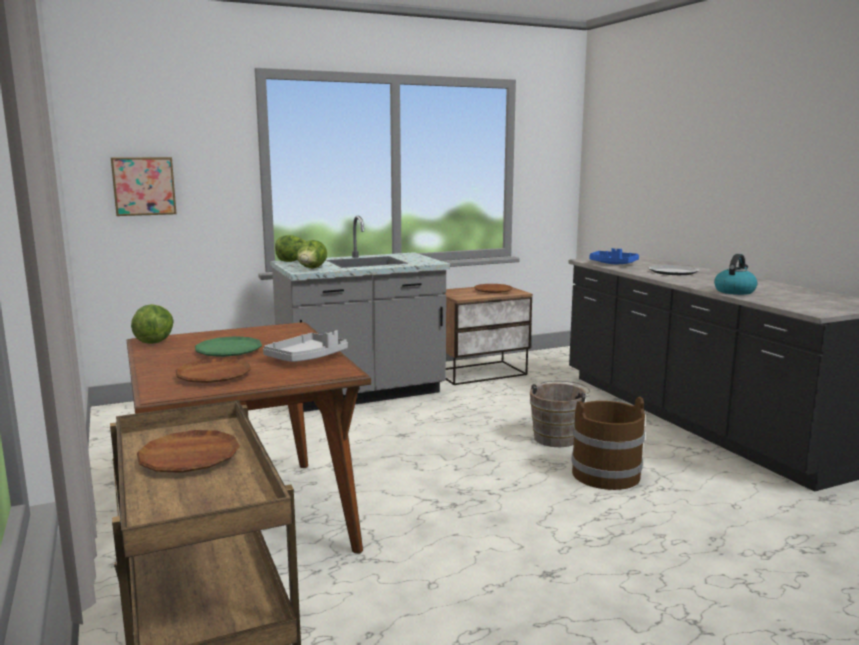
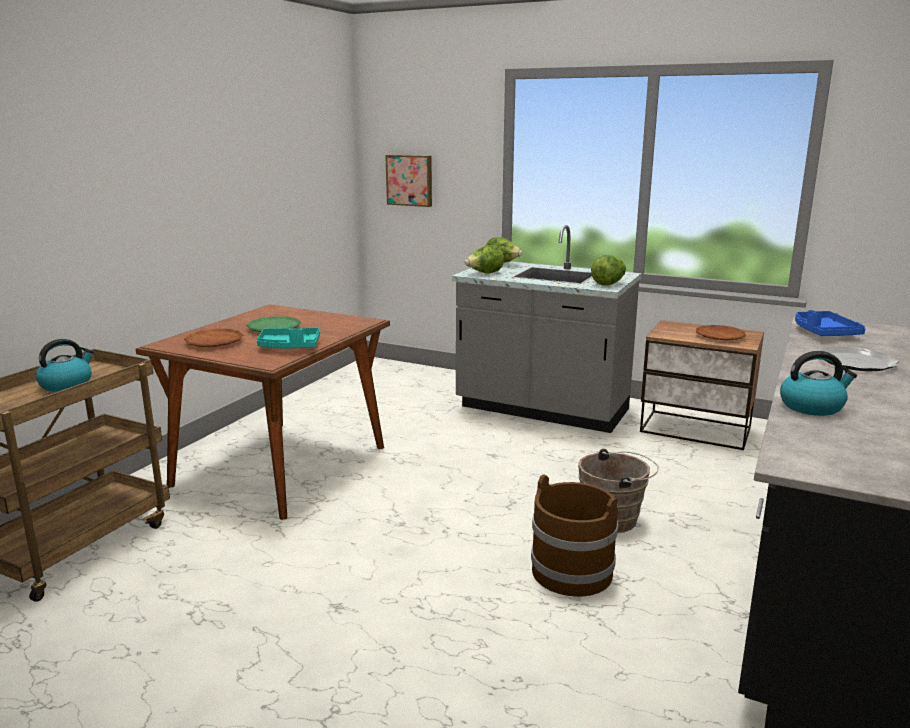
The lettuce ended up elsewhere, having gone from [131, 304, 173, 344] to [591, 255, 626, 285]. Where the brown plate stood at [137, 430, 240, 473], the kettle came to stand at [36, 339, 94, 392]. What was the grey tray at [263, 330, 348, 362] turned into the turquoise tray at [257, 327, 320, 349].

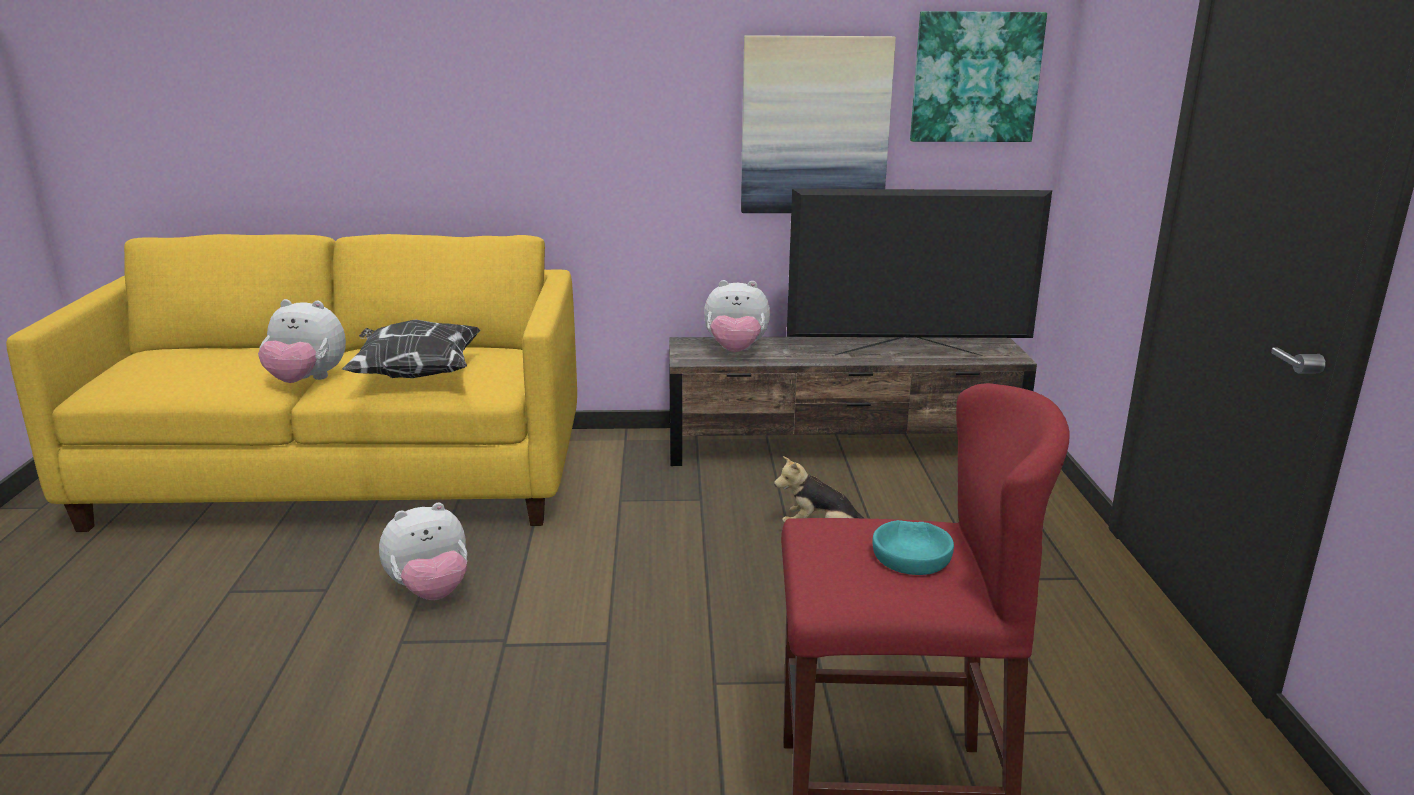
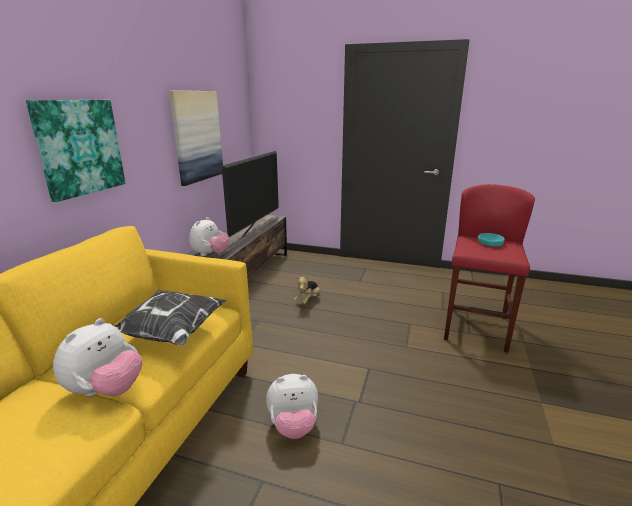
The picture ended up elsewhere, having gone from [910, 11, 1047, 142] to [26, 100, 126, 202]. The plush toy at [379, 503, 467, 600] ended up facing another way, 90 degrees clockwise from before.

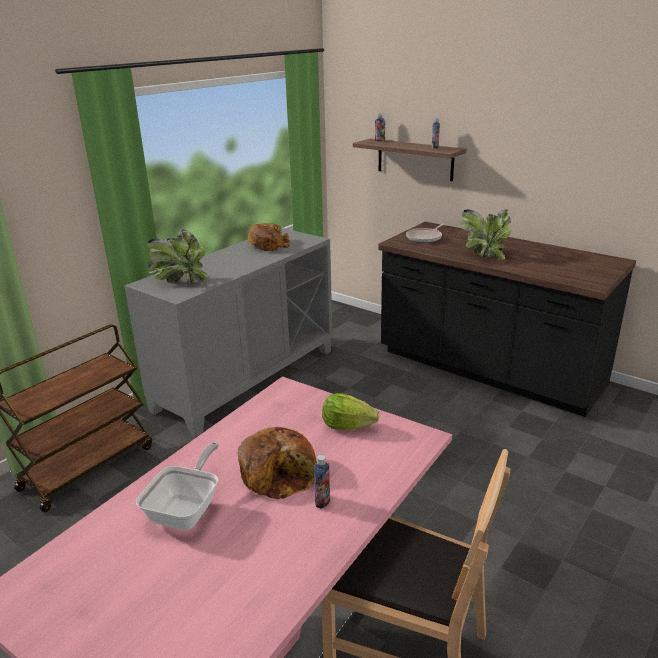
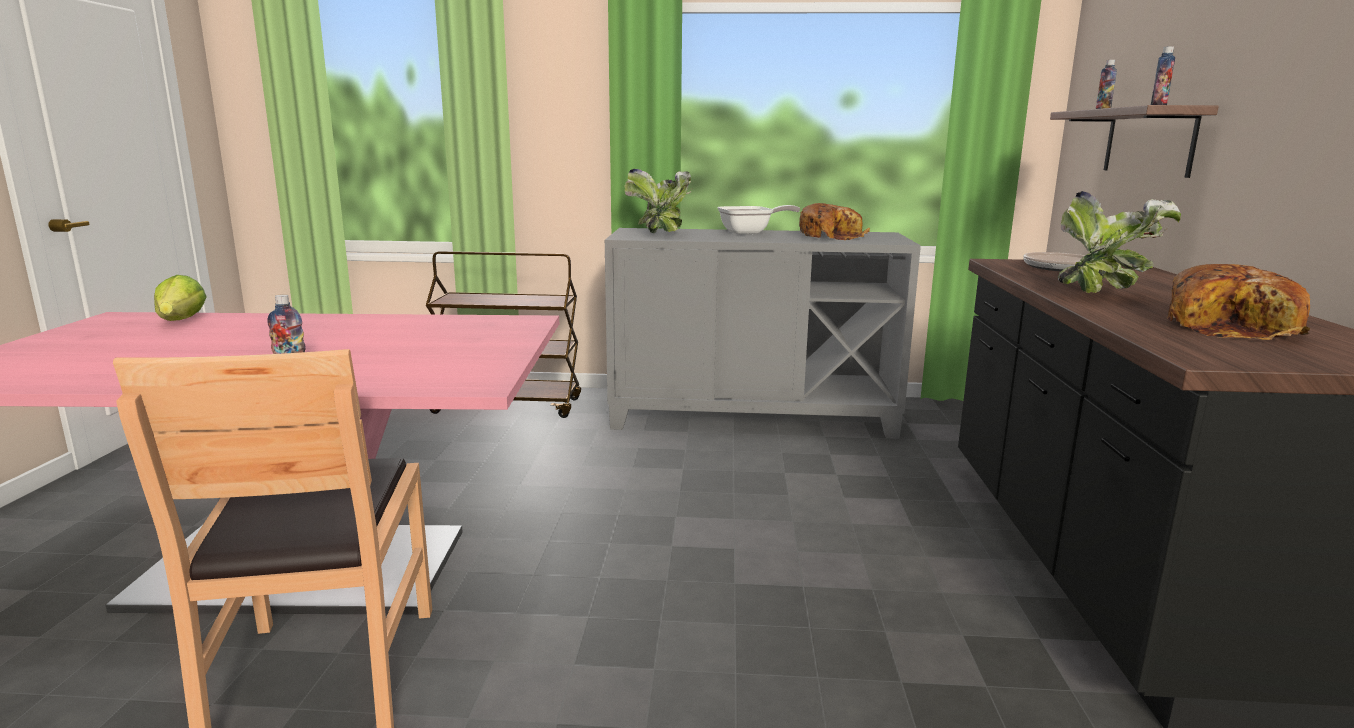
The frying pan ended up elsewhere, having gone from [136, 442, 219, 530] to [717, 205, 800, 234]. The bread ended up elsewhere, having gone from [237, 427, 316, 500] to [1167, 264, 1310, 340]. The lettuce ended up elsewhere, having gone from [322, 393, 379, 430] to [154, 275, 207, 321].

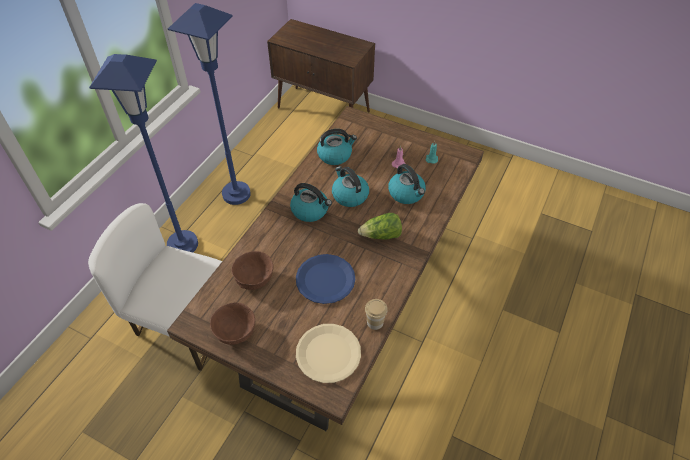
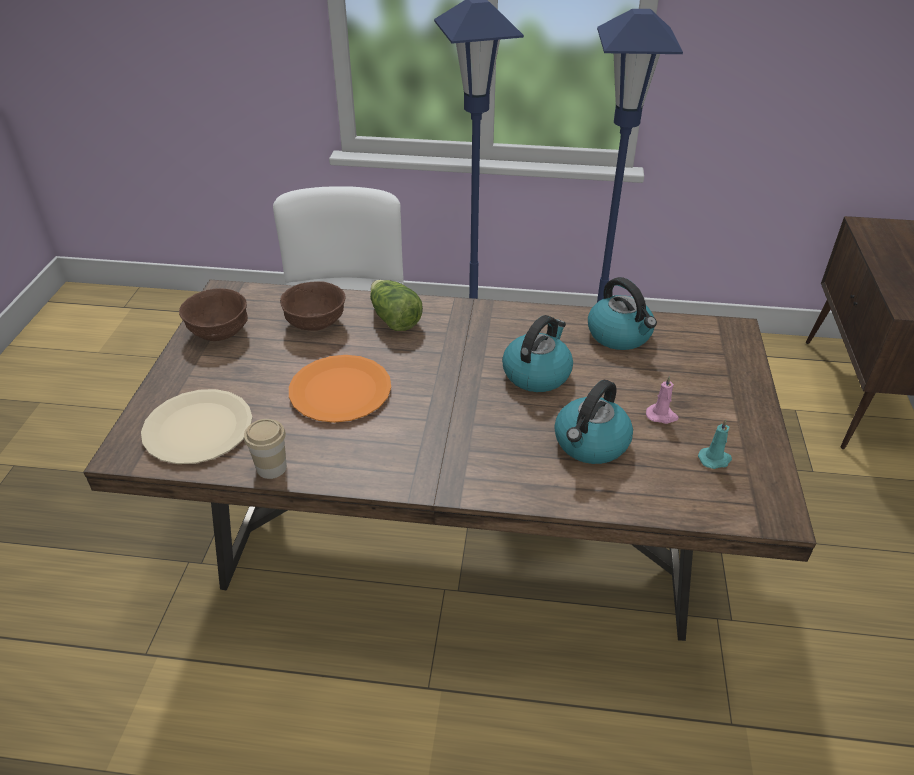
The second view lost the kettle at [290, 183, 332, 222]. The lettuce ended up elsewhere, having gone from [358, 213, 402, 240] to [370, 280, 423, 331]. What was the blue plate at [296, 254, 355, 304] turned into the orange plate at [289, 355, 391, 423].

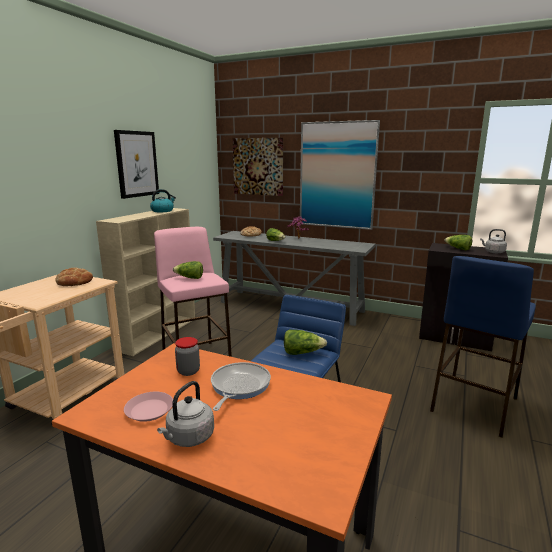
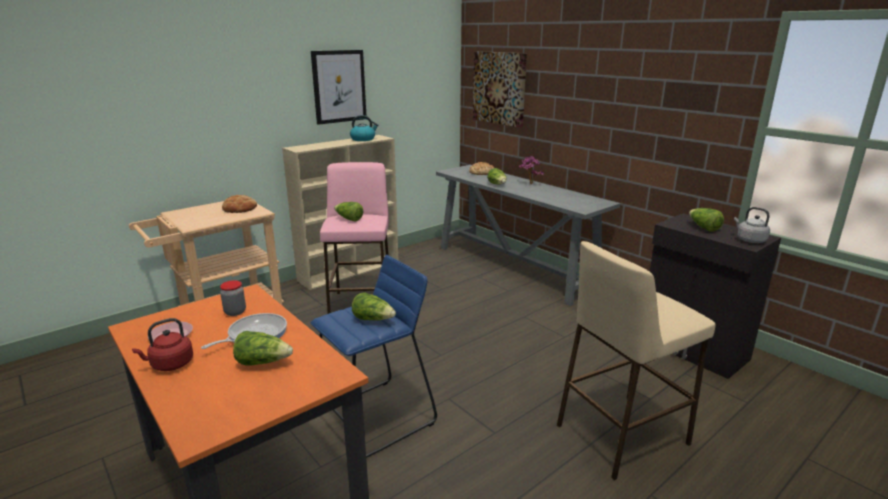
The second view lost the picture at [300, 120, 380, 230]. The second view gained the lettuce at [233, 331, 293, 366]. What was the grey kettle at [157, 381, 214, 447] turned into the red kettle at [132, 318, 193, 371]. What was the blue stool at [430, 256, 536, 438] turned into the beige stool at [557, 241, 716, 480].

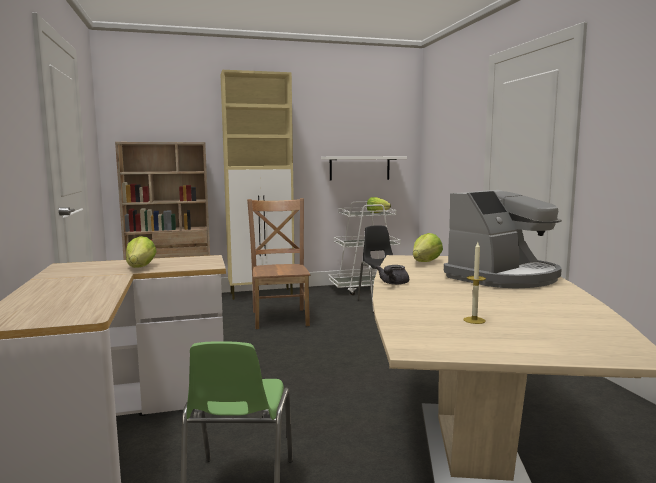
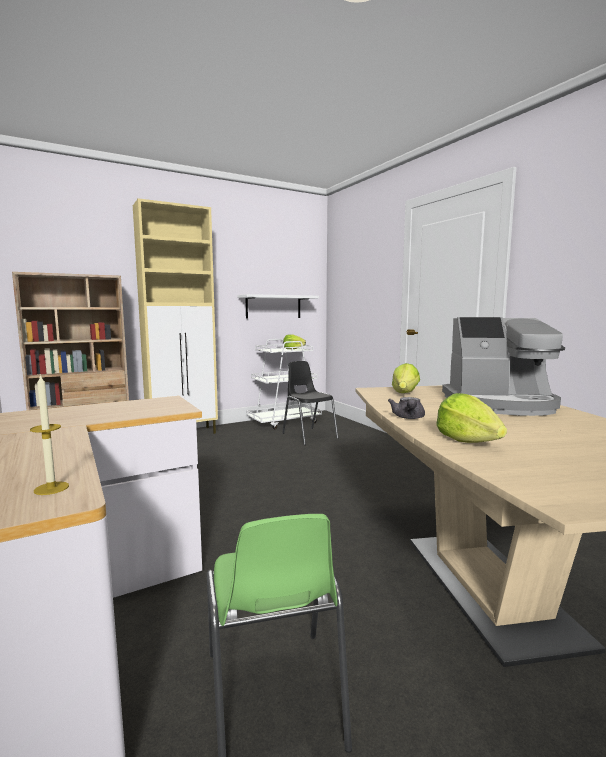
The second view lost the brown chair at [247, 198, 310, 329]. The lettuce ended up elsewhere, having gone from [126, 236, 157, 268] to [437, 393, 507, 443]. The candle ended up elsewhere, having gone from [463, 242, 486, 324] to [30, 374, 69, 495]. The coffee machine at [444, 190, 562, 289] ended up facing another way, 60 degrees clockwise from before.

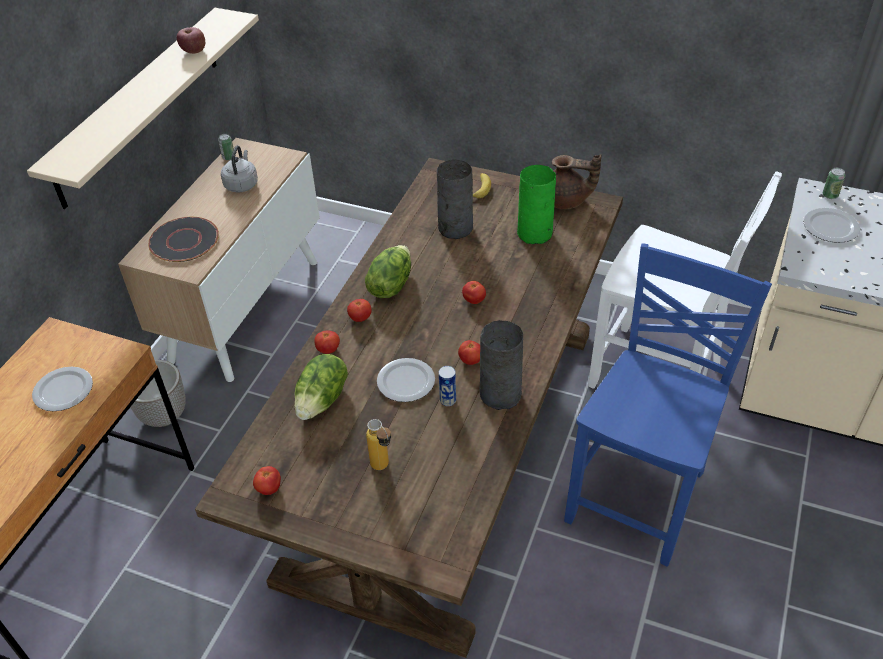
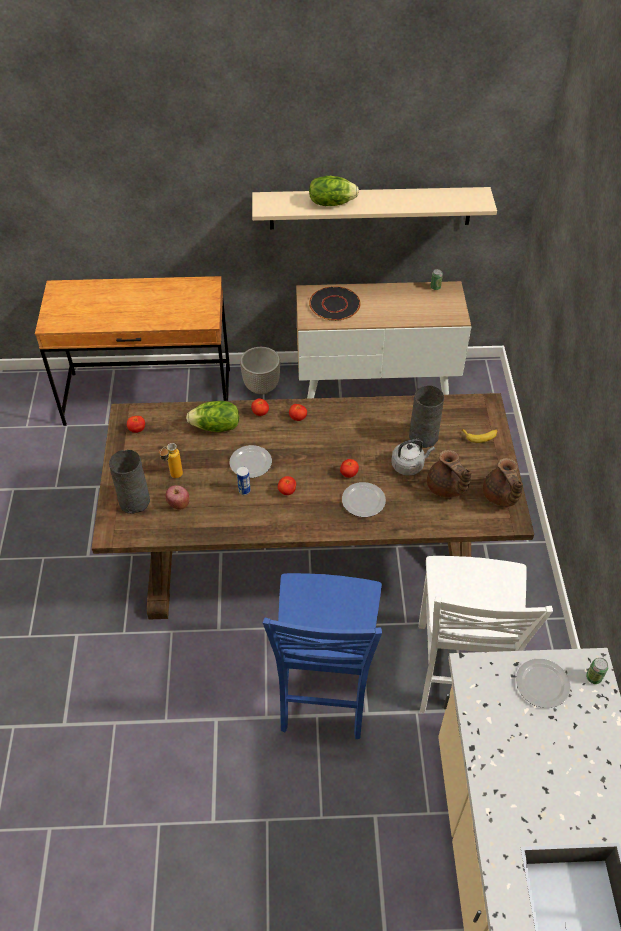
The plate ended up elsewhere, having gone from [32, 367, 93, 411] to [342, 482, 386, 517]. The apple ended up elsewhere, having gone from [177, 27, 205, 54] to [166, 485, 190, 510]. The grey kettle ended up elsewhere, having gone from [221, 146, 258, 193] to [391, 439, 435, 476]. The lettuce ended up elsewhere, having gone from [365, 245, 411, 298] to [309, 176, 359, 206]. The grey vase ended up elsewhere, having gone from [480, 320, 523, 410] to [109, 450, 150, 514]. Where the green vase stood at [517, 165, 556, 244], the brown teapot came to stand at [427, 450, 472, 498]. The blue chair at [564, 243, 772, 567] ended up facing another way, 90 degrees clockwise from before.

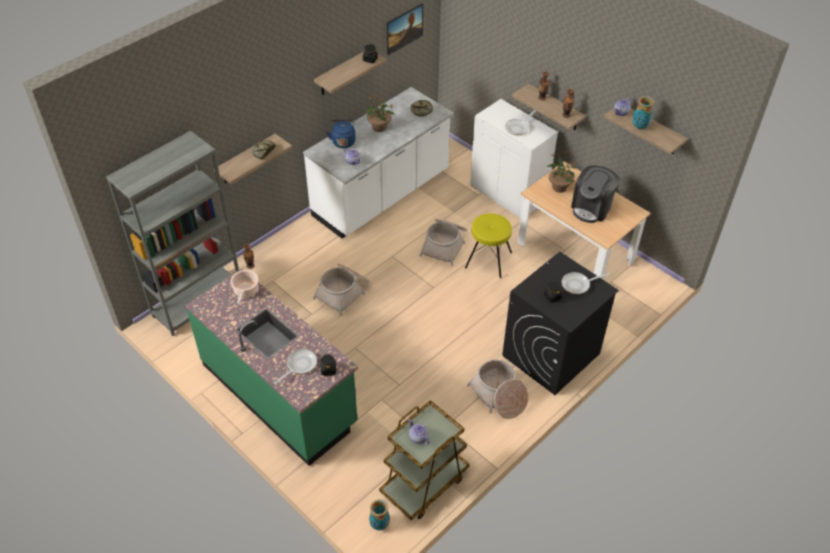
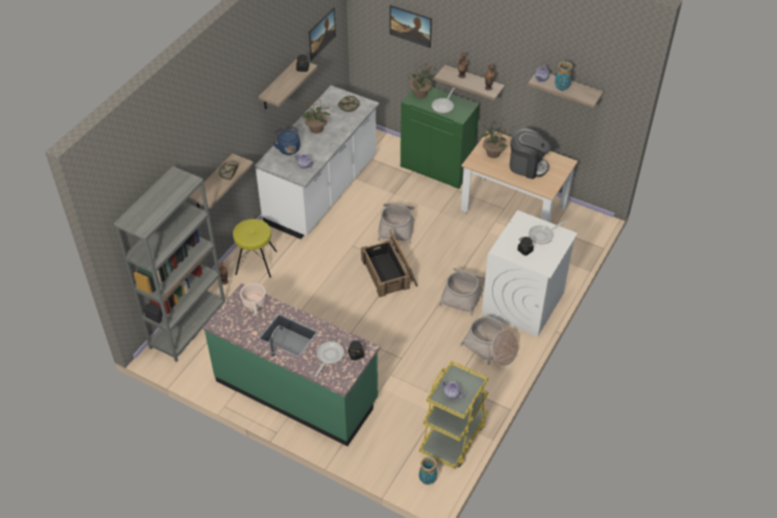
The second view gained the crate at [361, 229, 418, 297]. The second view gained the picture at [390, 5, 432, 48]. The second view gained the potted plant at [407, 63, 435, 99]. The basket ended up elsewhere, having gone from [313, 264, 370, 316] to [439, 268, 485, 316]. The yellow stool ended up elsewhere, having gone from [465, 213, 512, 278] to [233, 219, 277, 278]. What was the brown cart at [379, 400, 470, 520] turned into the yellow cart at [419, 361, 488, 469]. What was the white cabinet at [470, 99, 558, 218] turned into the green cabinet at [400, 87, 480, 189]. What was the black washing machine at [502, 252, 619, 395] turned into the white washing machine at [482, 210, 578, 337]. The coffee machine at [571, 165, 620, 223] ended up facing another way, 90 degrees counterclockwise from before.

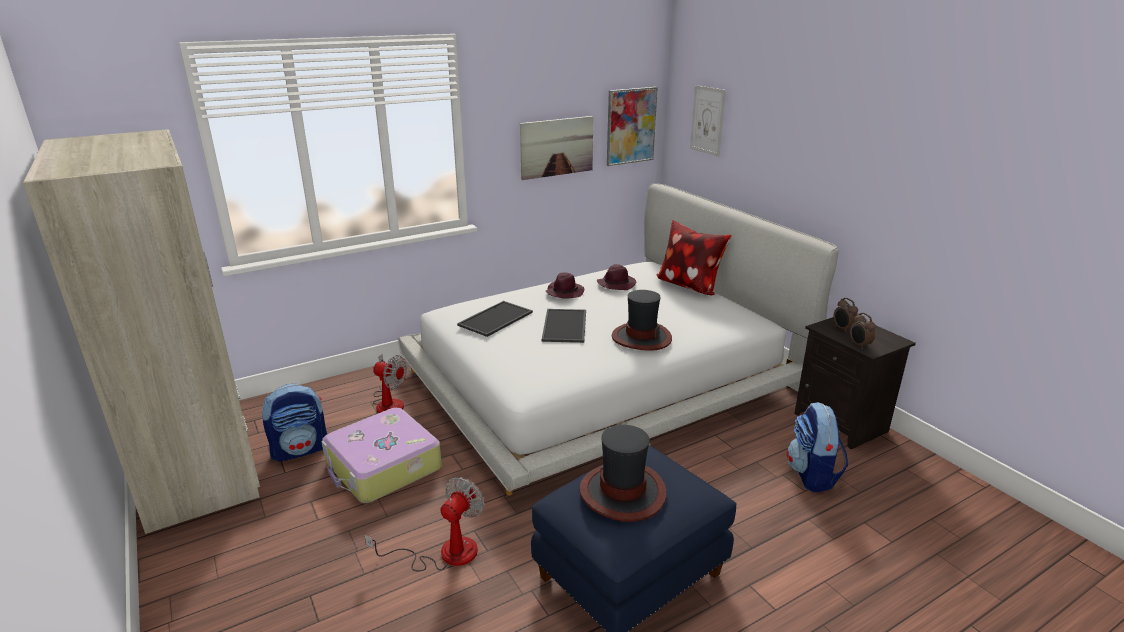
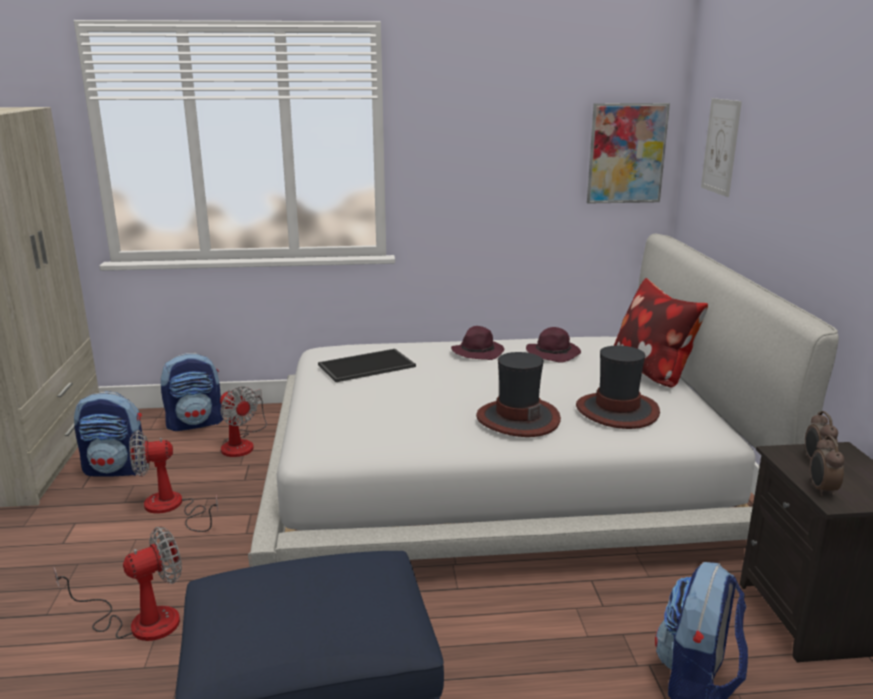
The second view lost the picture at [520, 116, 593, 180]. The second view lost the tray at [542, 309, 586, 343]. The second view gained the backpack at [160, 353, 223, 431]. The hat ended up elsewhere, having gone from [579, 425, 667, 522] to [576, 346, 660, 429]. Where the suitcase stood at [322, 408, 442, 503], the fan came to stand at [129, 430, 218, 532].

